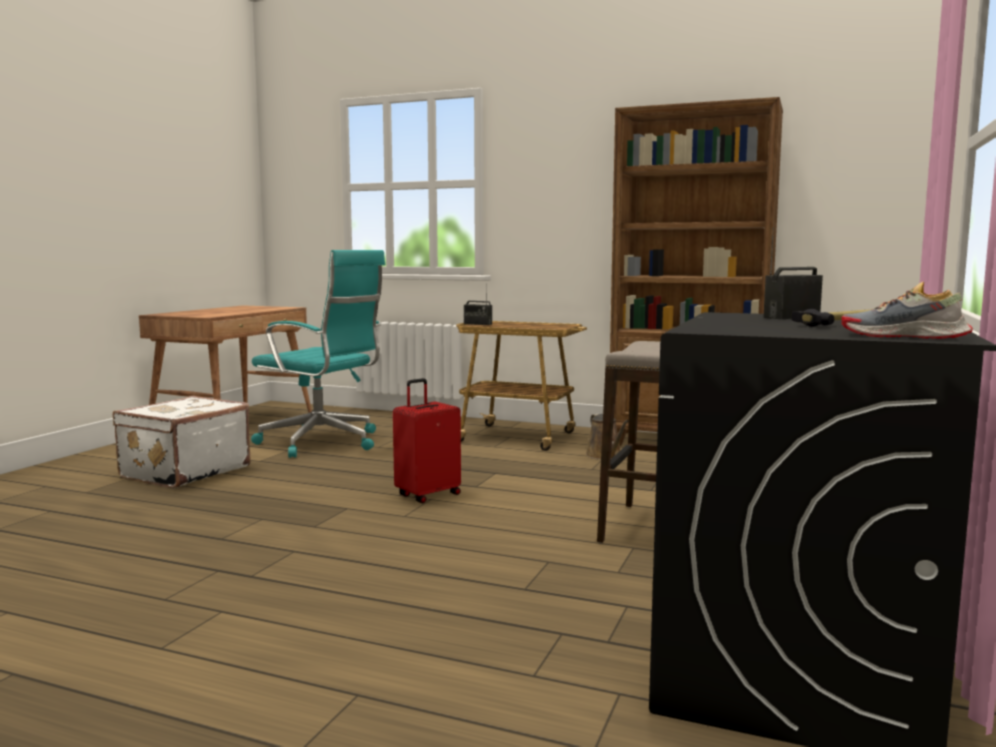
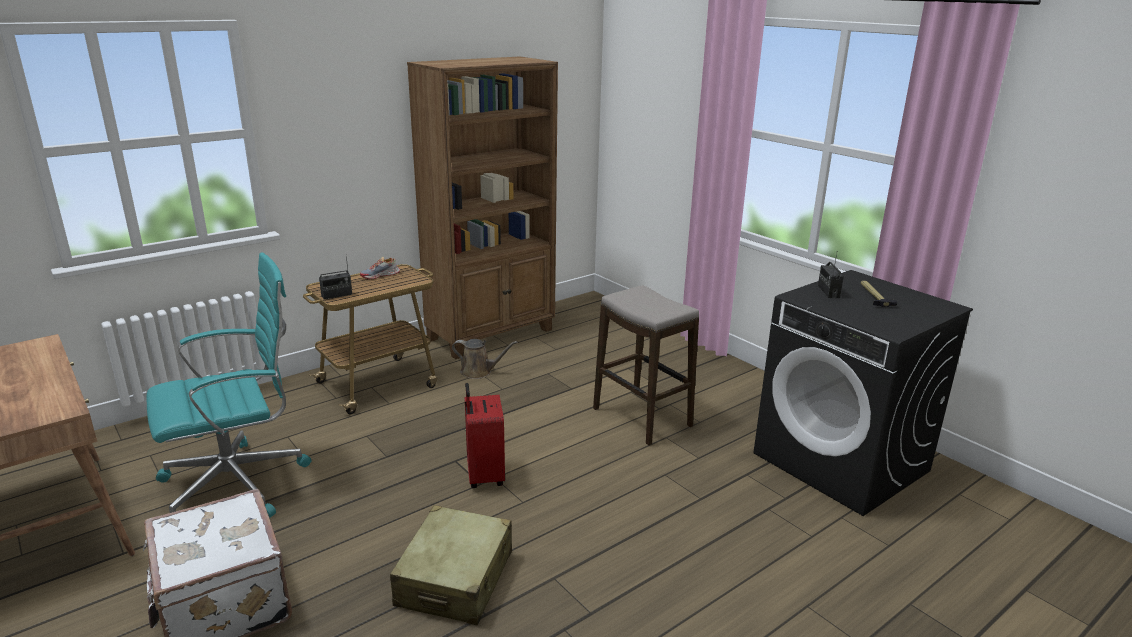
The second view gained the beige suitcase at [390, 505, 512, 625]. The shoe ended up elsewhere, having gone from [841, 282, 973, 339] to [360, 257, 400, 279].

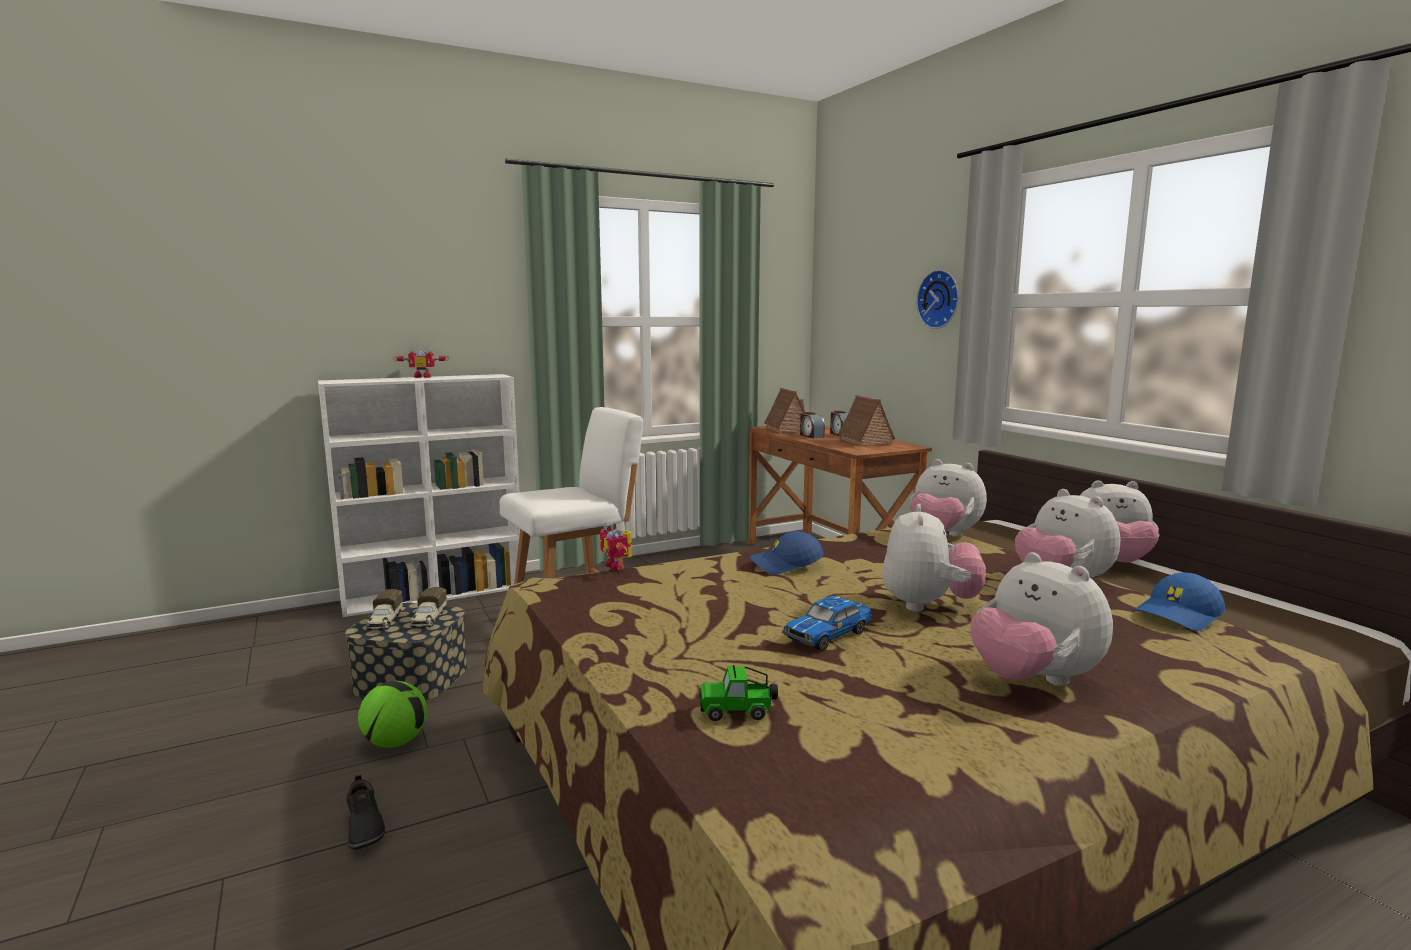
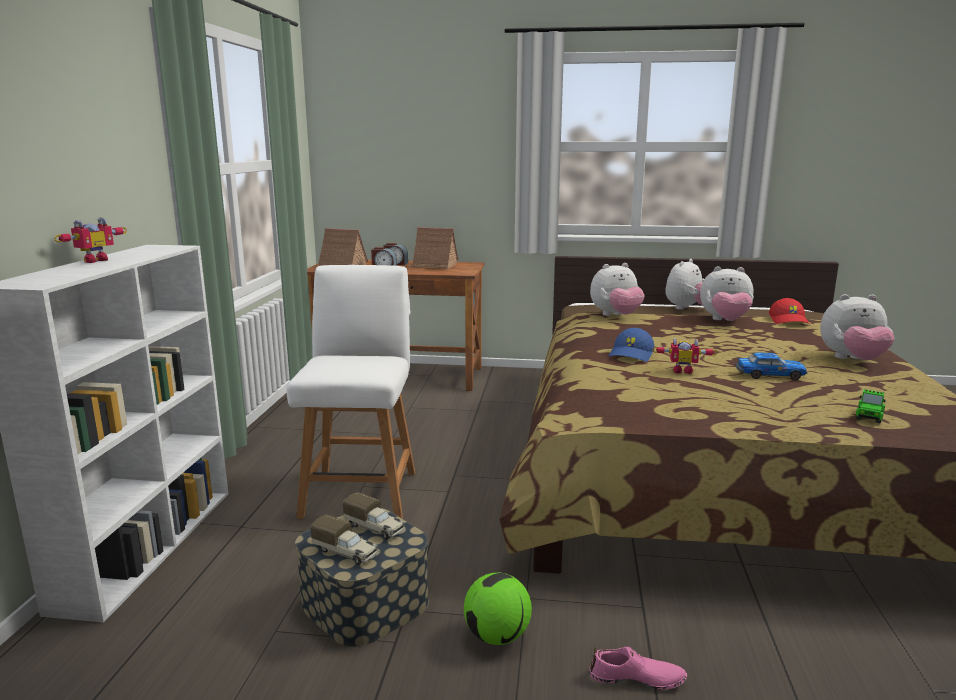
The second view lost the plush toy at [882, 504, 986, 612]. The second view lost the wall clock at [916, 270, 959, 329]. The toy robot ended up elsewhere, having gone from [600, 523, 632, 571] to [652, 338, 718, 374]. What was the black shoe at [346, 774, 385, 850] turned into the pink shoe at [589, 647, 687, 690]. What was the blue cap at [1134, 573, 1225, 631] turned into the red cap at [769, 298, 809, 324]. The toy car at [782, 596, 873, 651] ended up facing another way, 75 degrees counterclockwise from before.

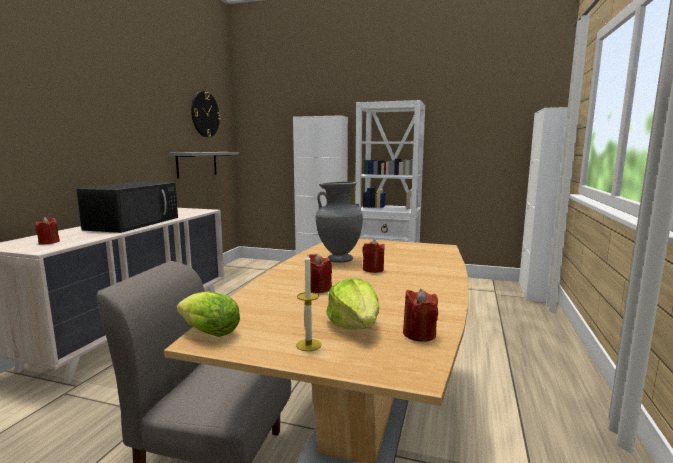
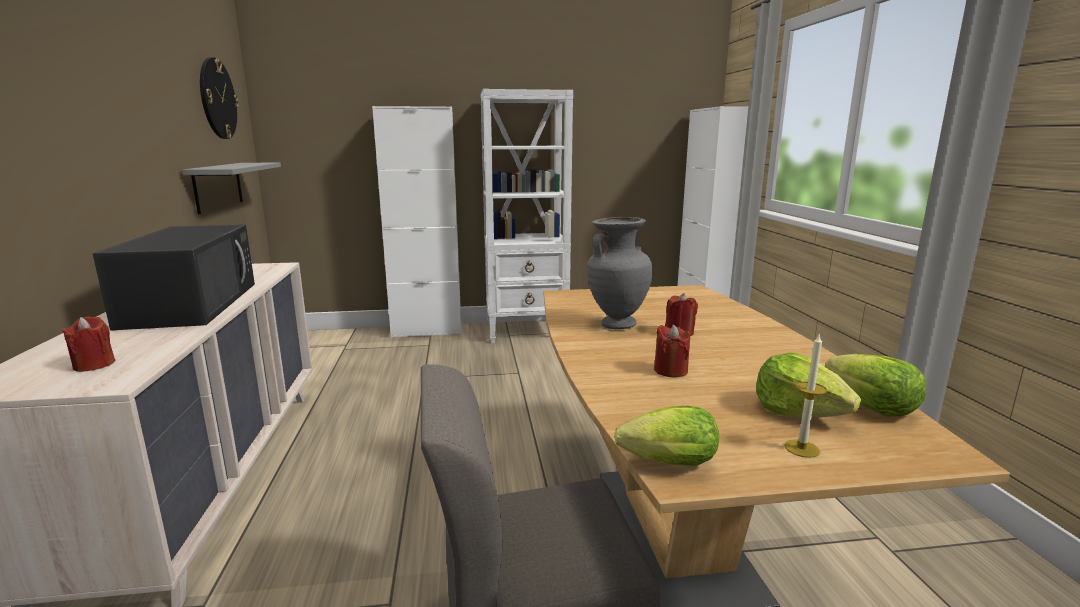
Where the red candle stood at [403, 289, 438, 342], the lettuce came to stand at [825, 354, 926, 416].

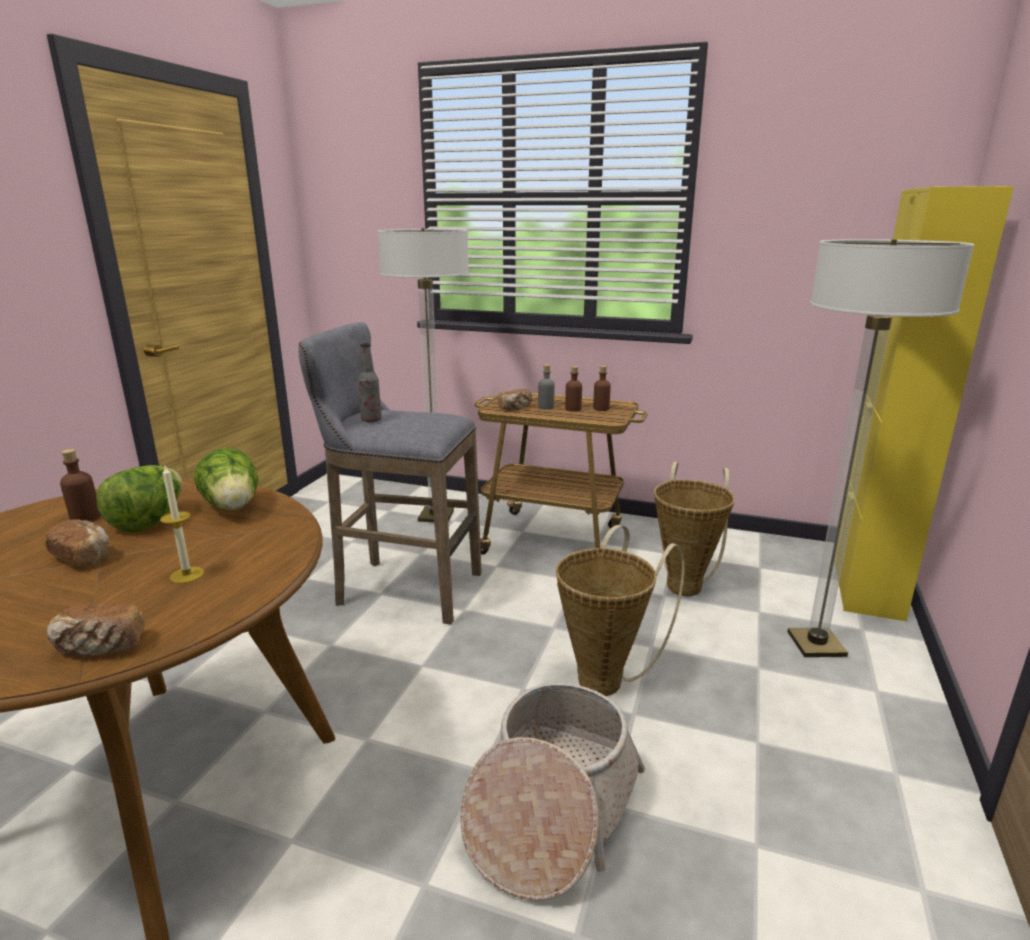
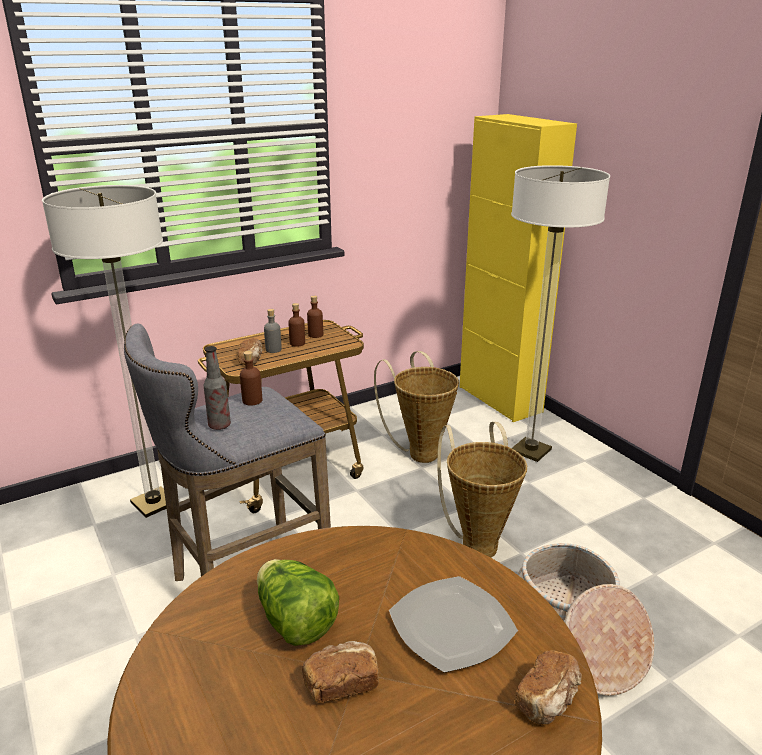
The second view lost the lettuce at [194, 448, 258, 510]. The brown bottle ended up elsewhere, having gone from [60, 449, 101, 522] to [240, 351, 262, 406]. Where the candle stood at [160, 466, 204, 584], the plate came to stand at [389, 576, 518, 673].

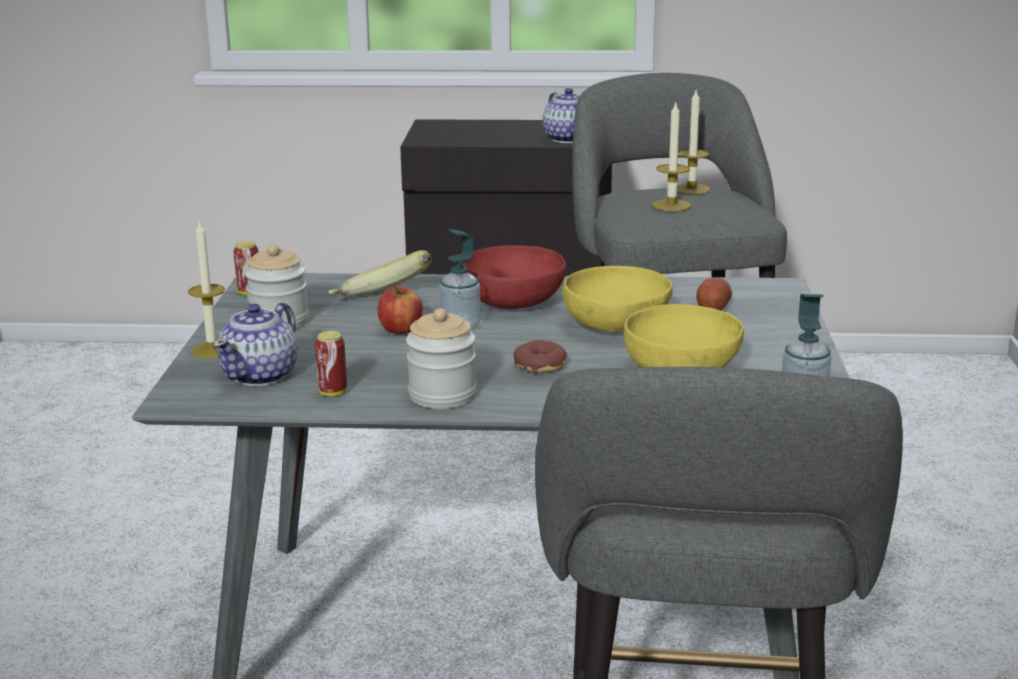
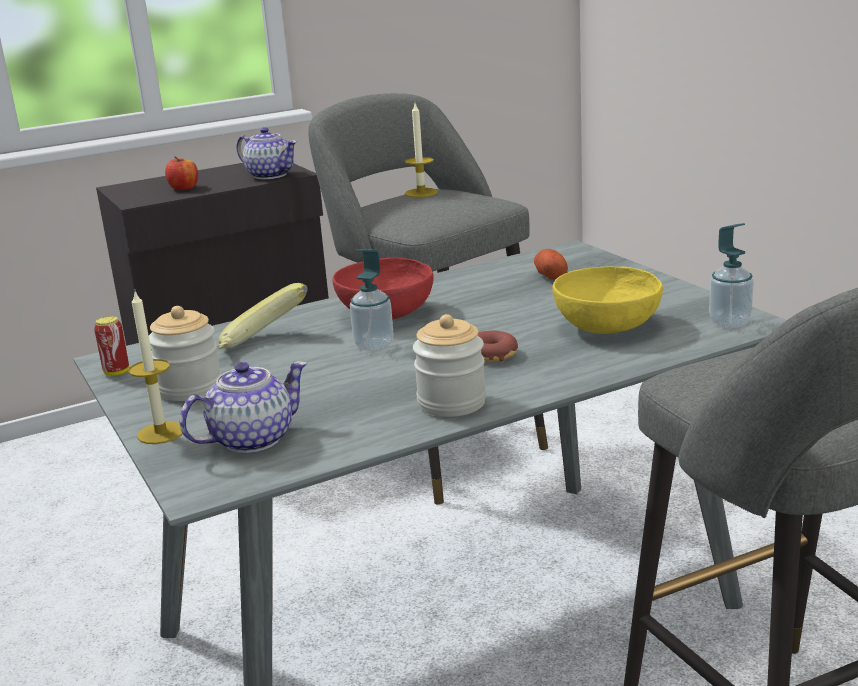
The second view lost the can at [315, 331, 347, 397]. The second view lost the yellow bowl at [563, 266, 673, 333]. The second view lost the candle at [652, 102, 691, 211]. The apple ended up elsewhere, having gone from [378, 285, 423, 334] to [165, 156, 198, 190]. The teapot at [213, 302, 298, 386] ended up facing another way, 120 degrees counterclockwise from before.

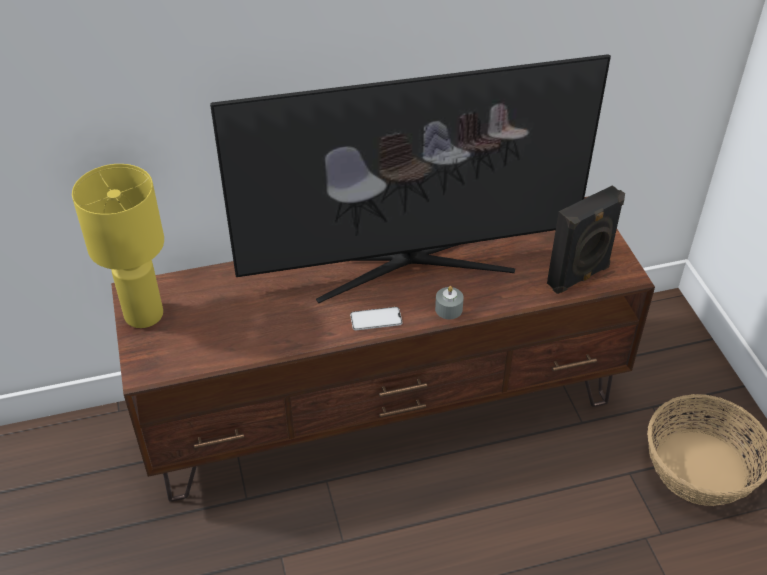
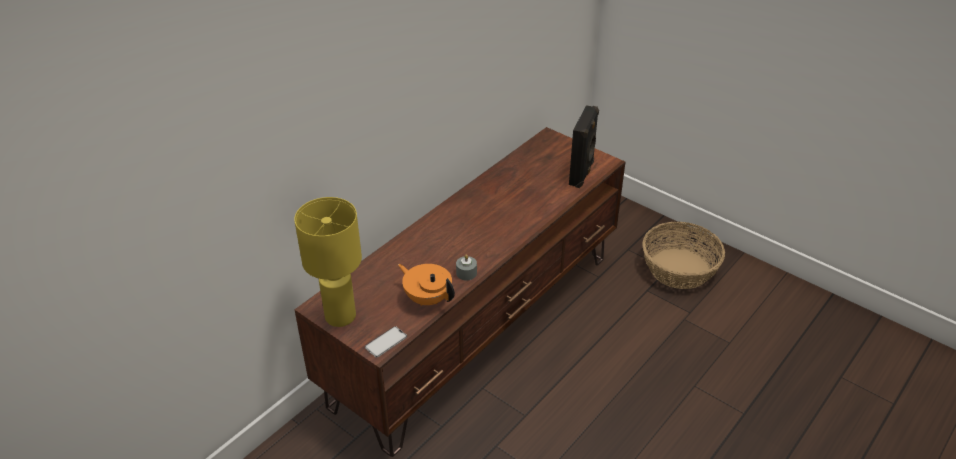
The second view lost the television at [210, 54, 611, 303]. The second view gained the orange teapot at [398, 264, 455, 306]. The phone ended up elsewhere, having gone from [350, 307, 402, 330] to [365, 326, 407, 358]. The grey candle ended up elsewhere, having gone from [435, 286, 464, 319] to [456, 255, 477, 280].

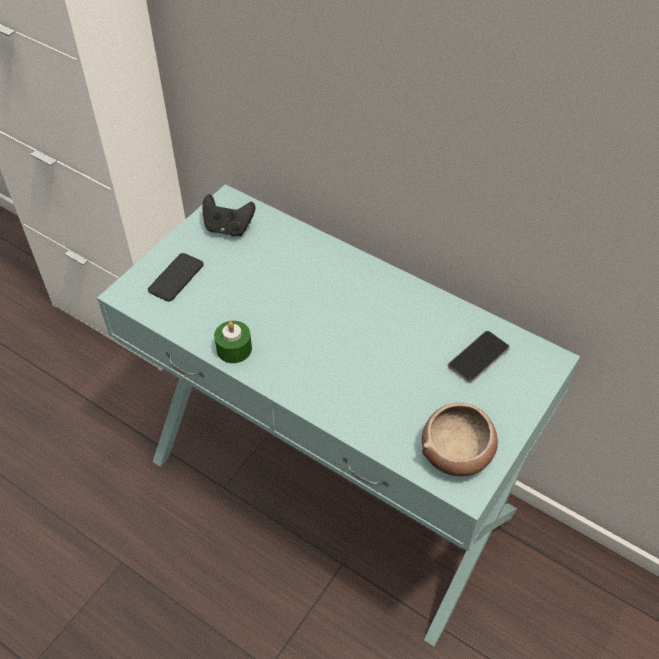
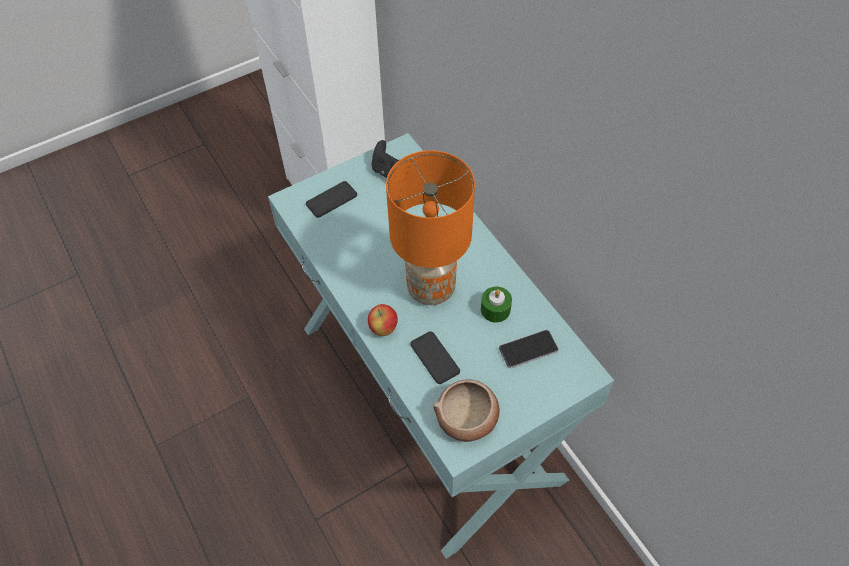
The second view gained the apple at [368, 304, 398, 336]. The second view gained the orange table lamp at [386, 150, 475, 305]. The second view gained the phone at [410, 331, 460, 384]. The green candle ended up elsewhere, having gone from [214, 321, 252, 363] to [481, 287, 512, 323].

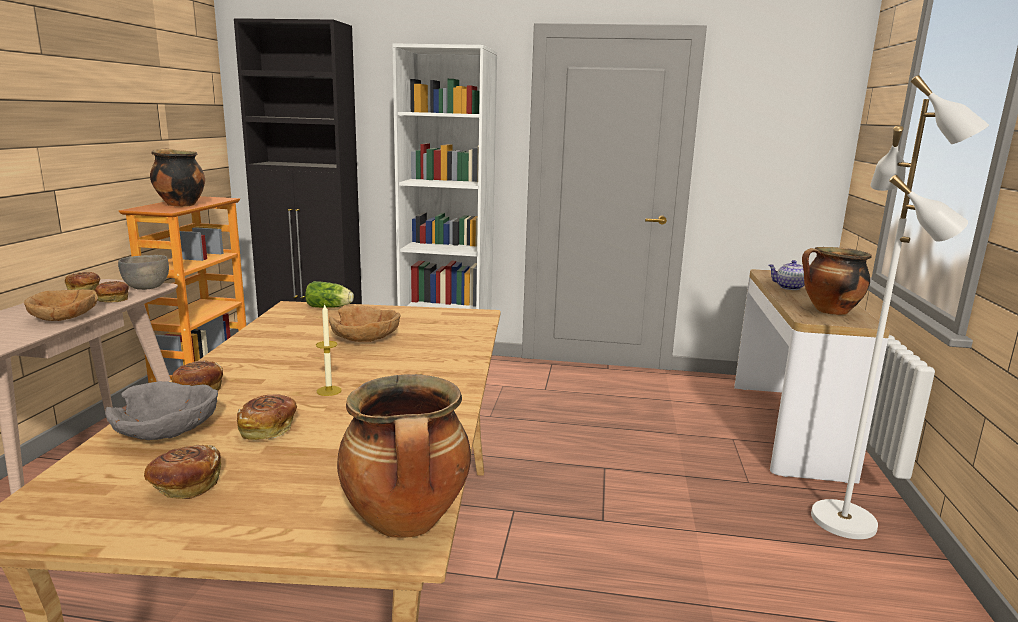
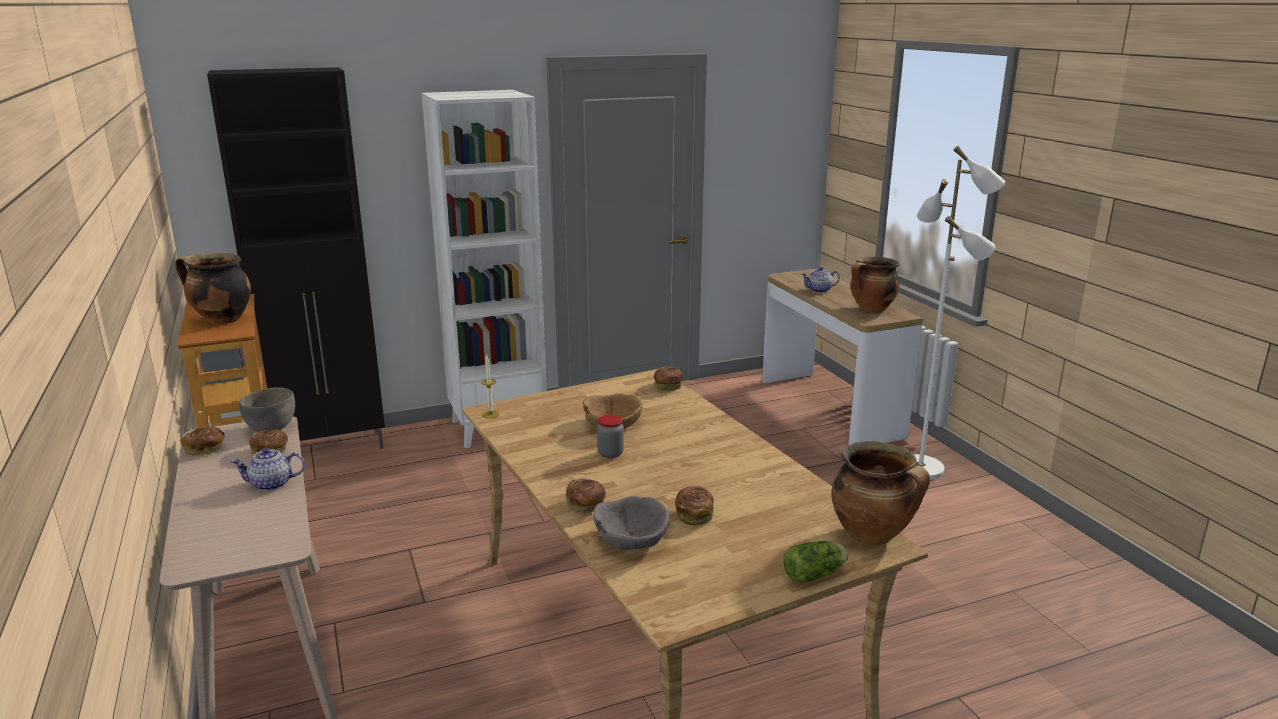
The second view gained the jar at [597, 415, 624, 458]. The bread ended up elsewhere, having gone from [144, 445, 221, 499] to [654, 366, 683, 390]. The lettuce ended up elsewhere, having gone from [305, 281, 354, 308] to [783, 541, 848, 584]. The candle ended up elsewhere, having gone from [316, 303, 342, 396] to [481, 354, 500, 419]. Where the brown bowl stood at [24, 289, 97, 321], the teapot came to stand at [231, 448, 305, 491].

